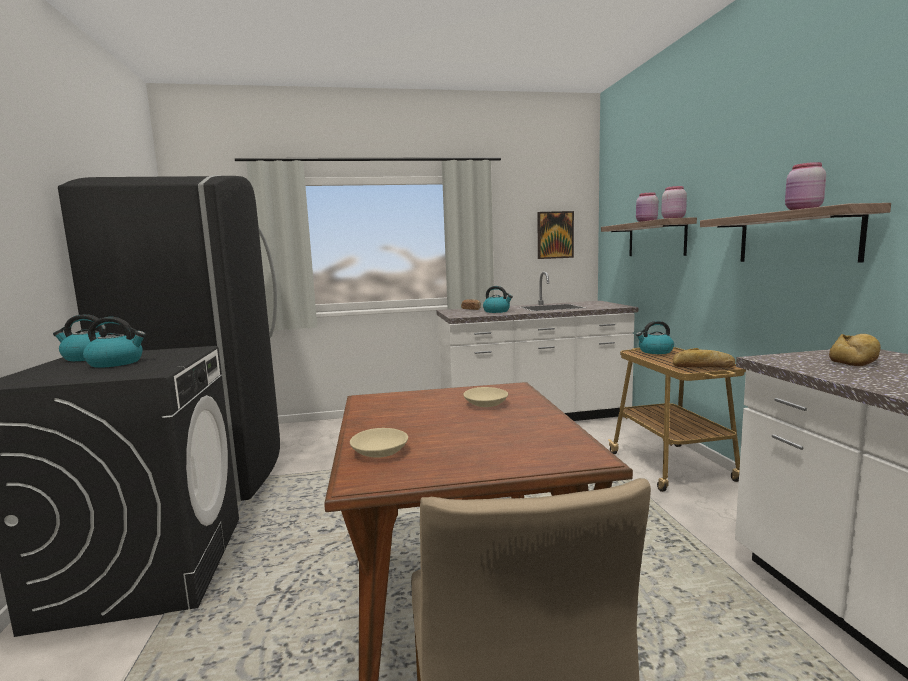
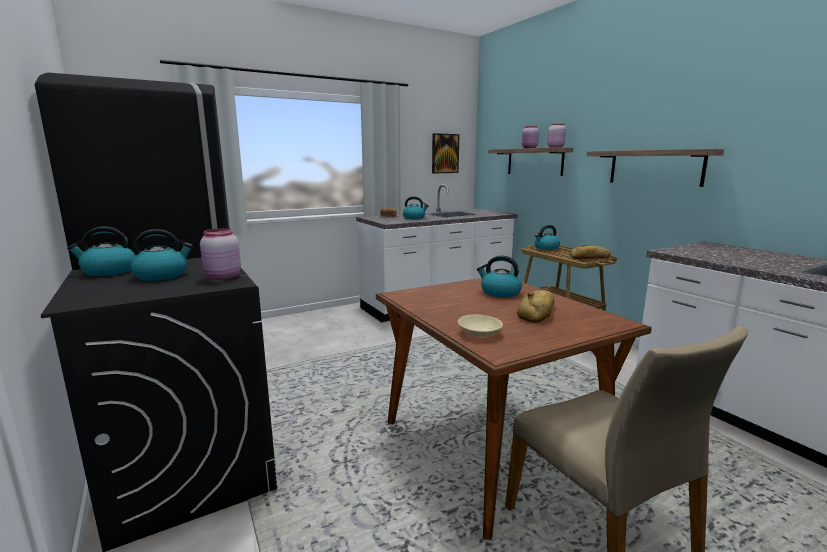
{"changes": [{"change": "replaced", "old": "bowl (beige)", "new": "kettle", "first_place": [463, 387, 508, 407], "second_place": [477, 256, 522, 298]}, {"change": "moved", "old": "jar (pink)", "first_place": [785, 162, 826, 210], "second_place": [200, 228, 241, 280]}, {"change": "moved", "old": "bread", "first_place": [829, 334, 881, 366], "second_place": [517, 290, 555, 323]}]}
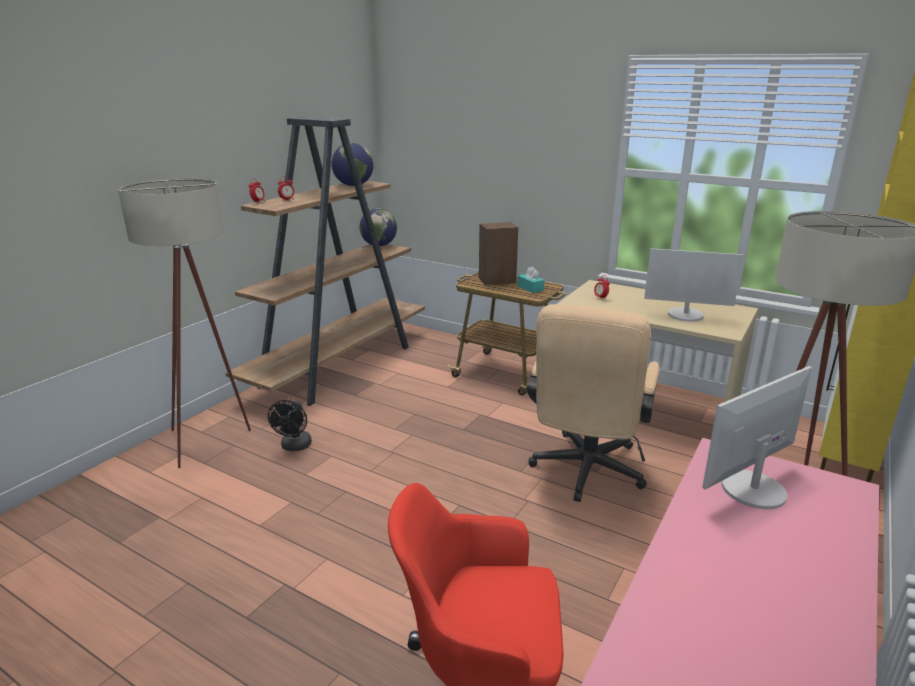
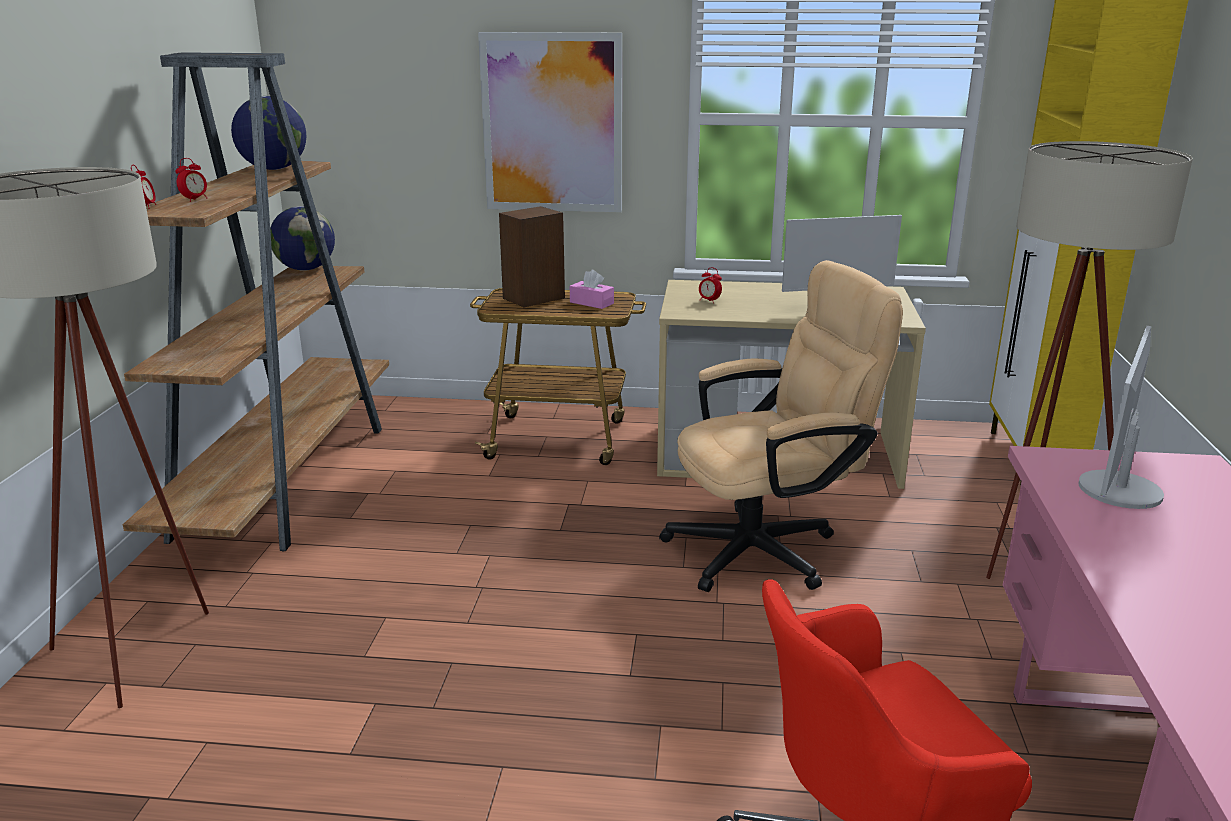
{"changes": [{"change": "removed", "old": "fan (black)", "first_place": [268, 400, 312, 451]}, {"change": "recoloured", "old": "tissue box (turquoise)", "new": "tissue box (pink)", "first_place": [517, 267, 545, 293], "second_place": [570, 269, 614, 309]}, {"change": "turned", "old": "office chair (beige)", "first_place": [527, 304, 659, 502], "second_place": [659, 260, 903, 592], "degrees": -105}, {"change": "added", "new": "picture", "second_place": [478, 32, 622, 212]}]}
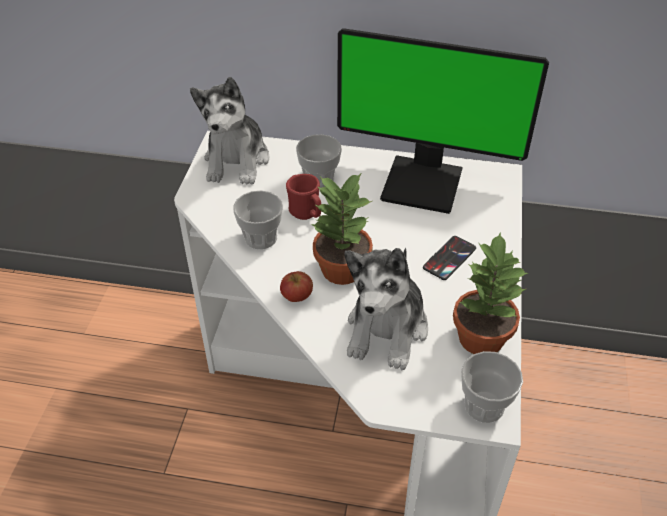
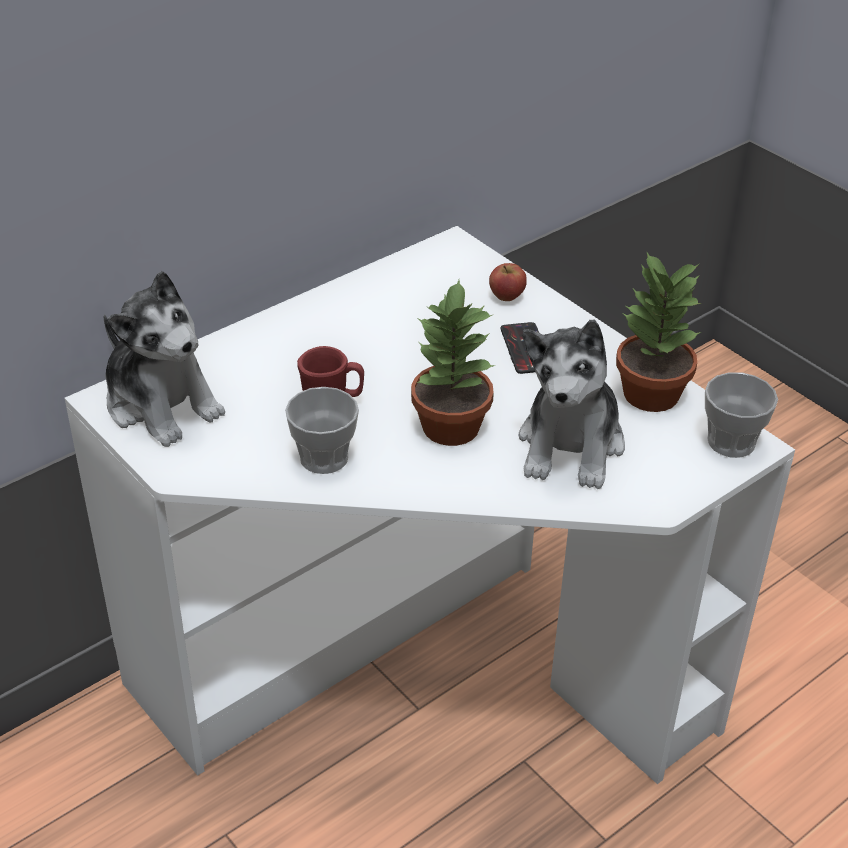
{"changes": [{"change": "moved", "old": "apple", "first_place": [280, 271, 313, 302], "second_place": [489, 263, 527, 301]}, {"change": "removed", "old": "cup", "first_place": [296, 134, 342, 188]}, {"change": "removed", "old": "monitor", "first_place": [337, 28, 549, 214]}, {"change": "turned", "old": "plush toy", "first_place": [344, 248, 428, 370], "second_place": [519, 320, 625, 489], "degrees": 45}]}
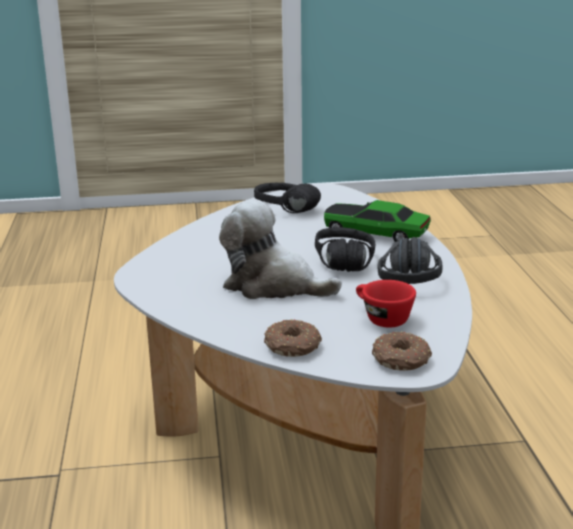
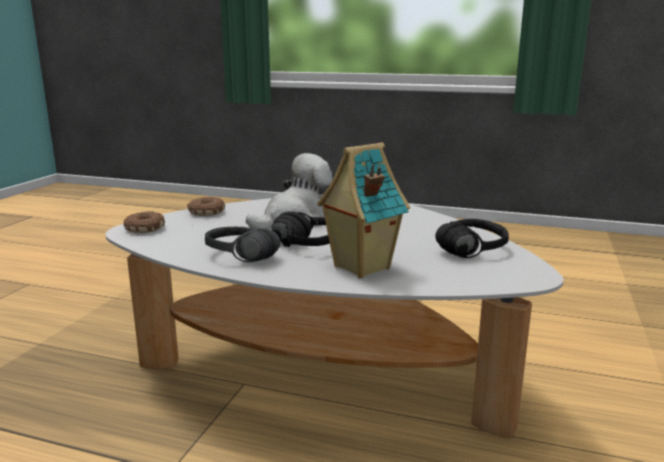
{"changes": [{"change": "replaced", "old": "toy car", "new": "toy house", "first_place": [324, 200, 431, 242], "second_place": [317, 142, 410, 278]}, {"change": "removed", "old": "cup (red)", "first_place": [356, 280, 416, 328]}]}
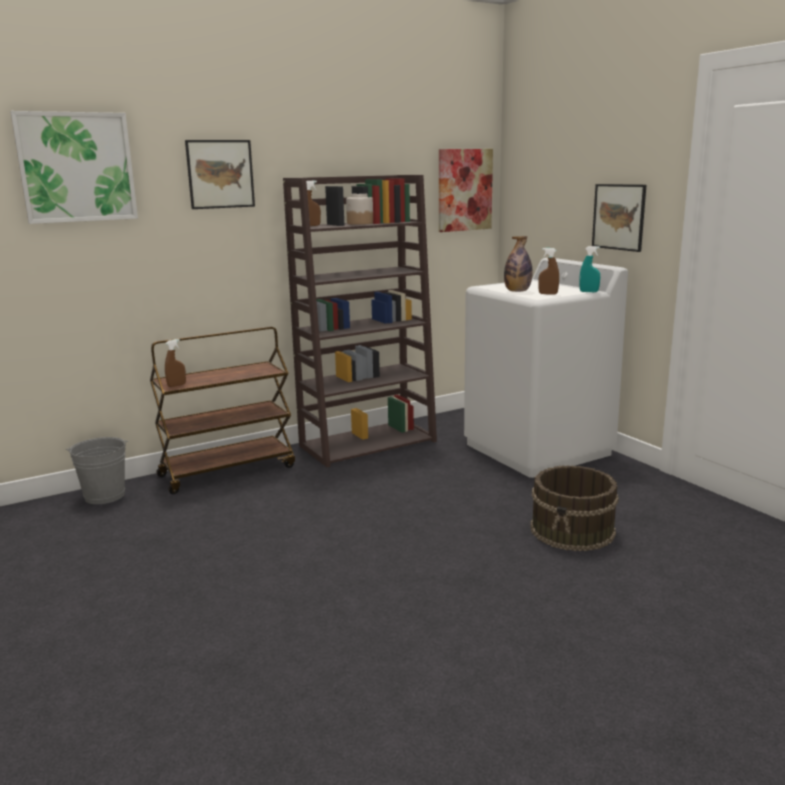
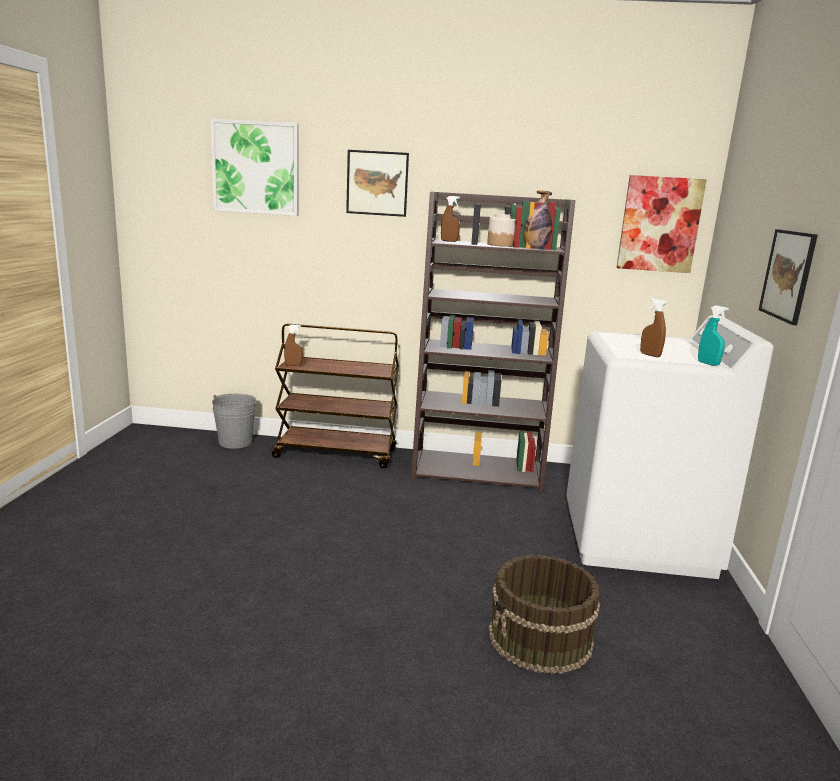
{"changes": [{"change": "moved", "old": "bottle", "first_place": [504, 236, 533, 292], "second_place": [523, 191, 552, 248]}]}
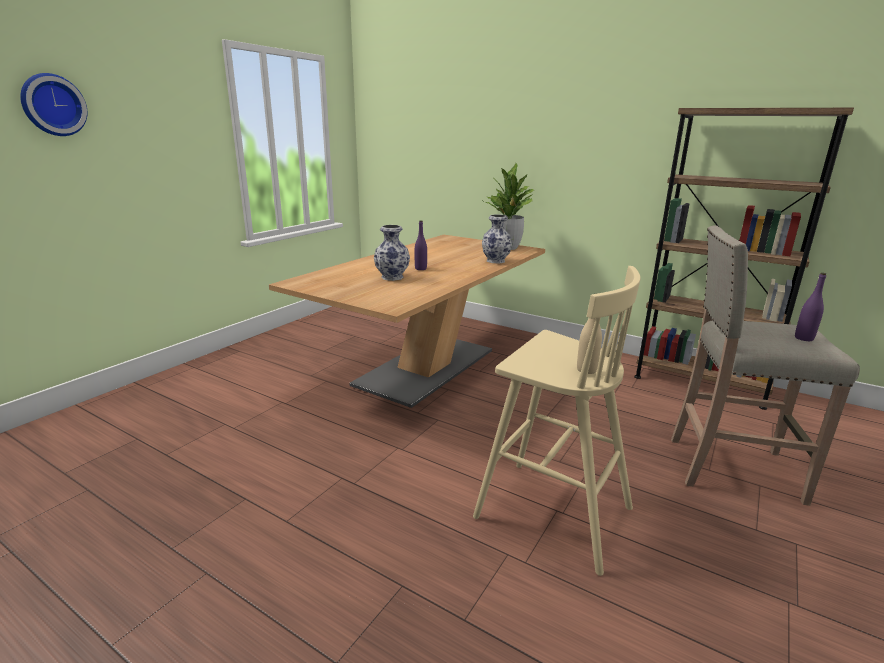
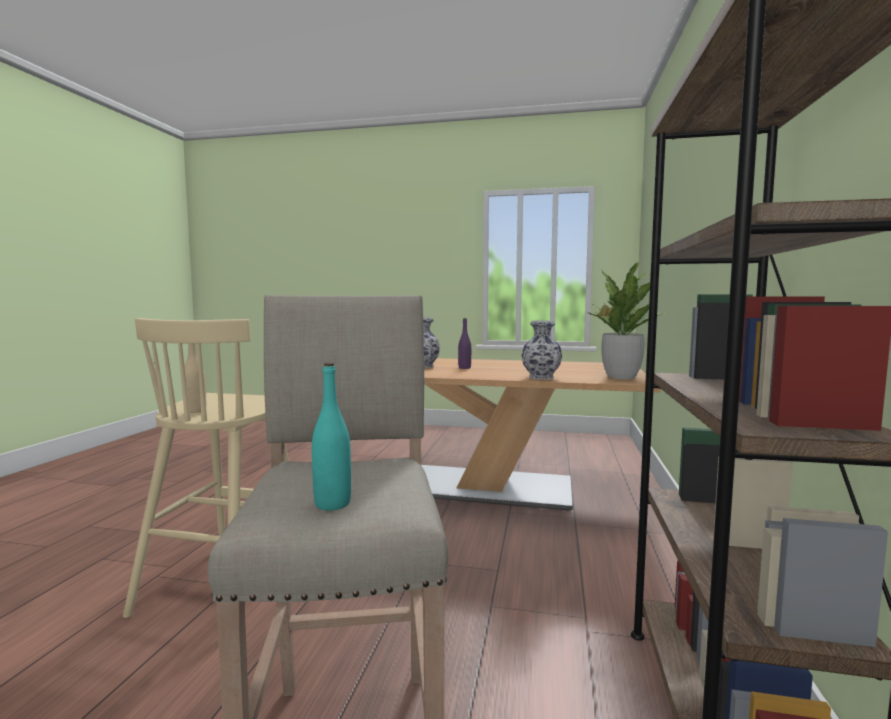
{"changes": [{"change": "removed", "old": "wall clock", "first_place": [20, 73, 88, 136]}, {"change": "recoloured", "old": "bottle (purple)", "new": "bottle (turquoise)", "first_place": [795, 273, 826, 341], "second_place": [312, 363, 351, 510]}]}
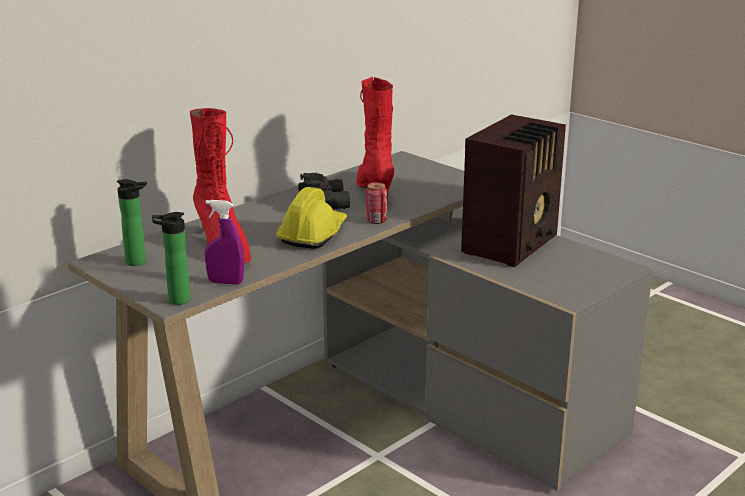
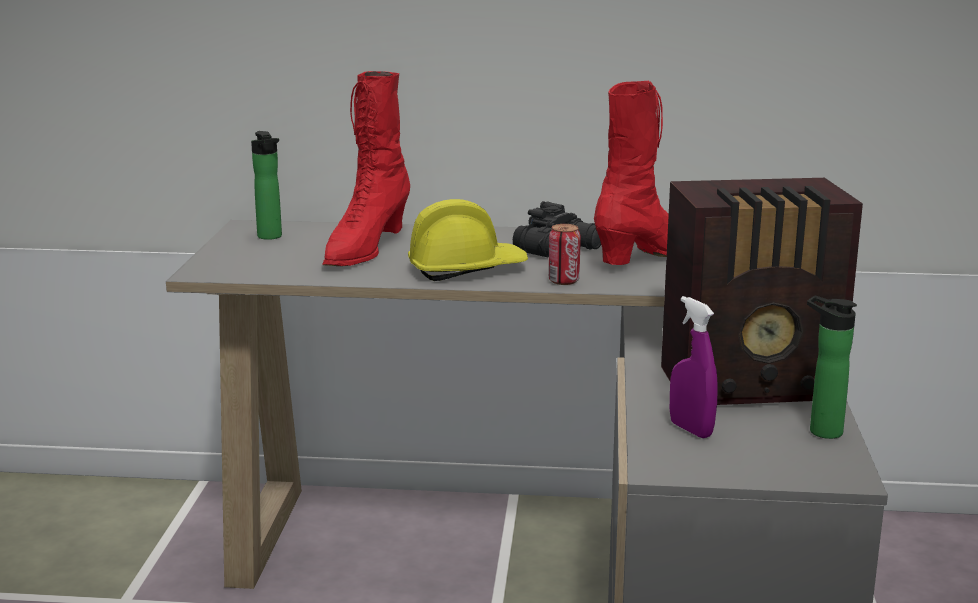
{"changes": [{"change": "moved", "old": "bottle", "first_place": [152, 212, 190, 305], "second_place": [807, 296, 857, 439]}, {"change": "moved", "old": "spray bottle (purple)", "first_place": [205, 200, 244, 284], "second_place": [670, 296, 718, 438]}]}
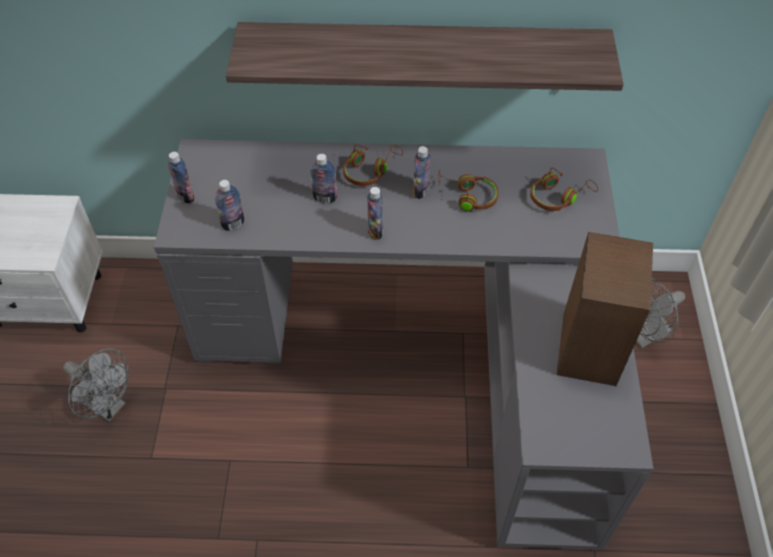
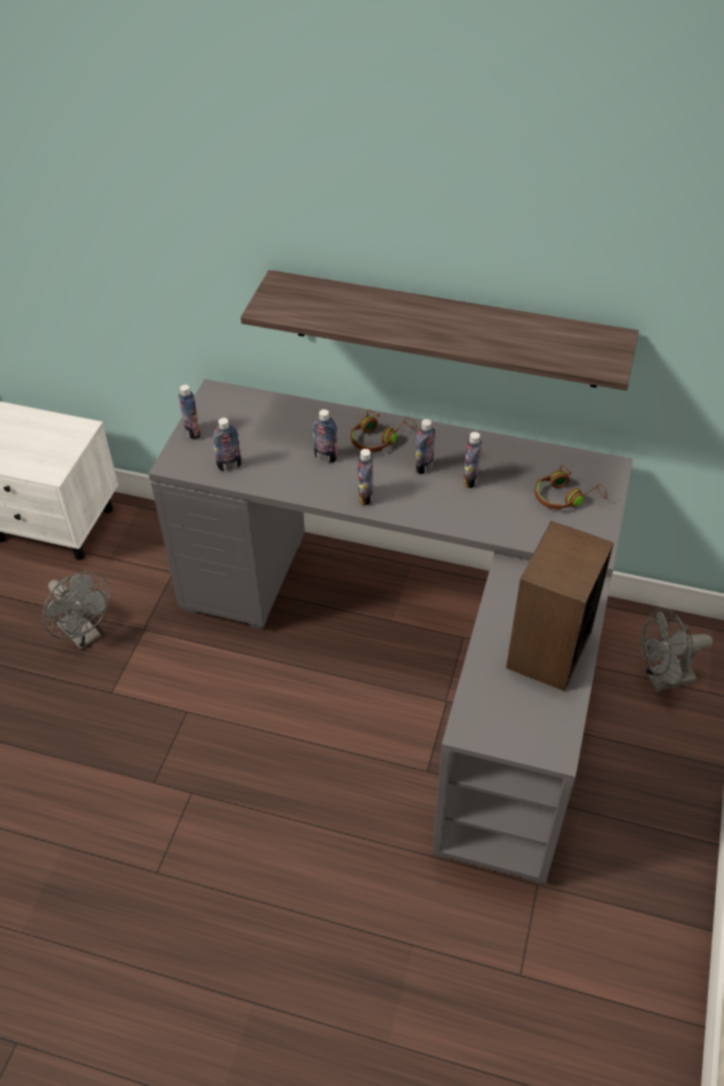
{"changes": [{"change": "replaced", "old": "headphones (brown)", "new": "bottle", "first_place": [439, 170, 498, 211], "second_place": [463, 432, 482, 488]}]}
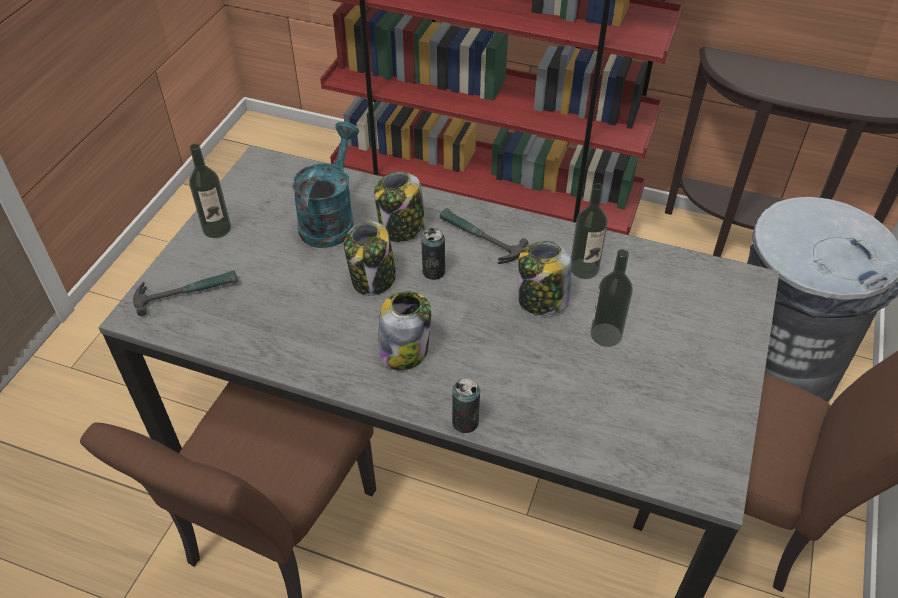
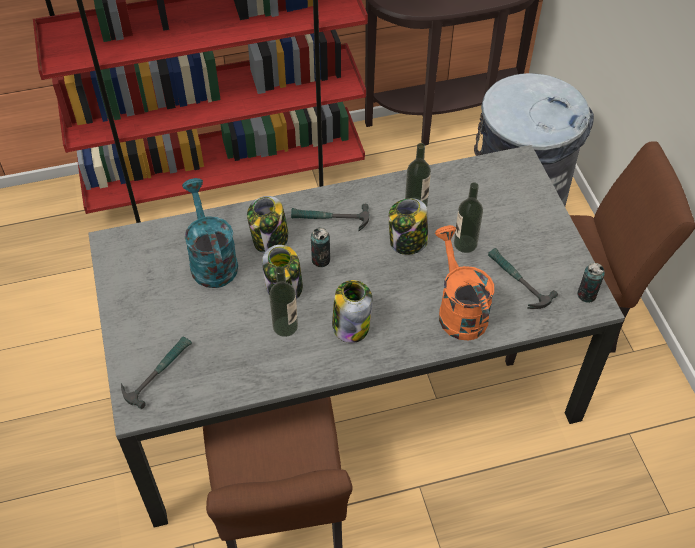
{"changes": [{"change": "moved", "old": "bottle", "first_place": [189, 144, 231, 238], "second_place": [269, 267, 298, 337]}, {"change": "moved", "old": "can", "first_place": [452, 377, 480, 433], "second_place": [577, 263, 605, 303]}, {"change": "added", "new": "watering can (orange)", "second_place": [435, 225, 494, 341]}, {"change": "added", "new": "hammer", "second_place": [488, 248, 558, 309]}]}
